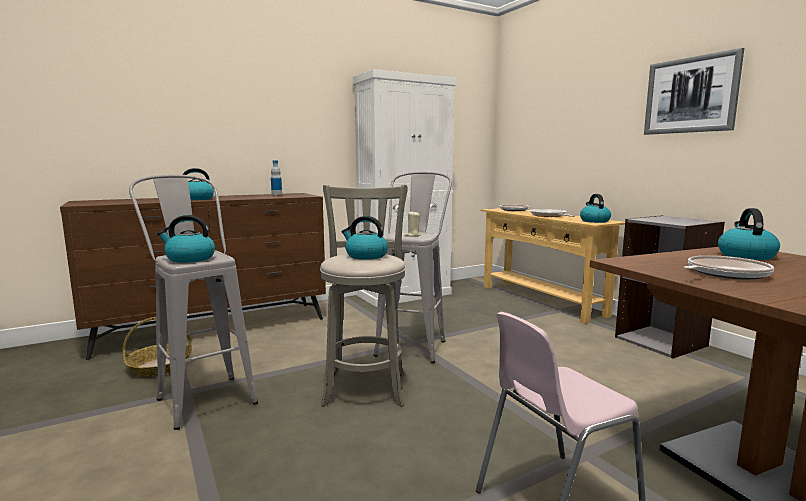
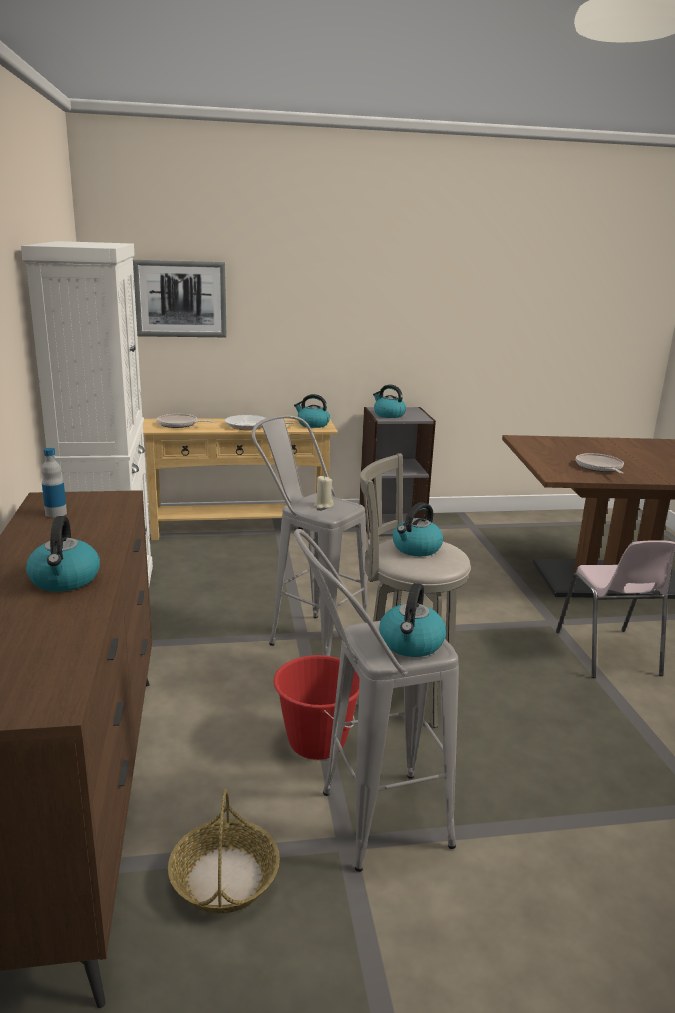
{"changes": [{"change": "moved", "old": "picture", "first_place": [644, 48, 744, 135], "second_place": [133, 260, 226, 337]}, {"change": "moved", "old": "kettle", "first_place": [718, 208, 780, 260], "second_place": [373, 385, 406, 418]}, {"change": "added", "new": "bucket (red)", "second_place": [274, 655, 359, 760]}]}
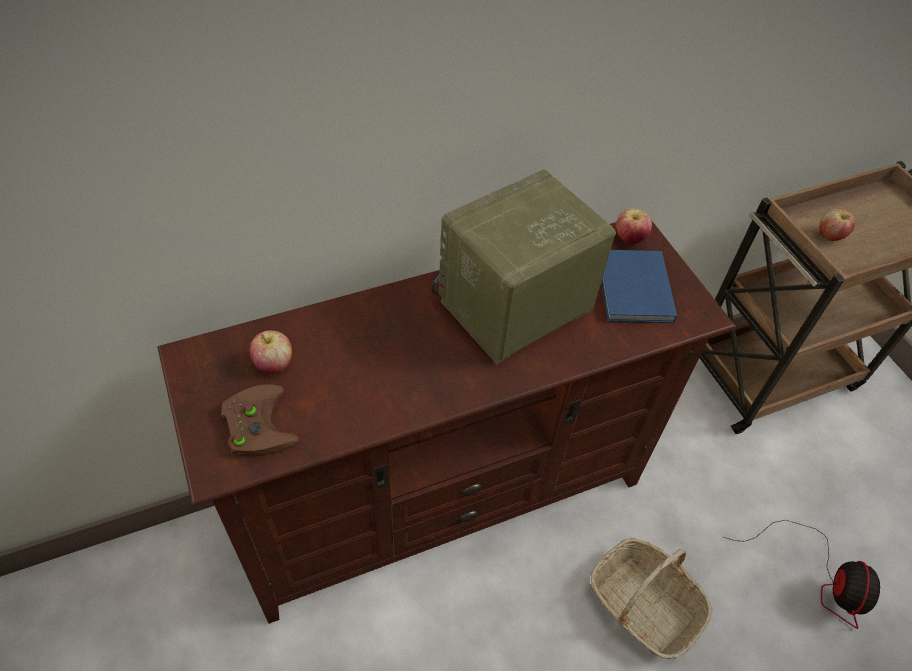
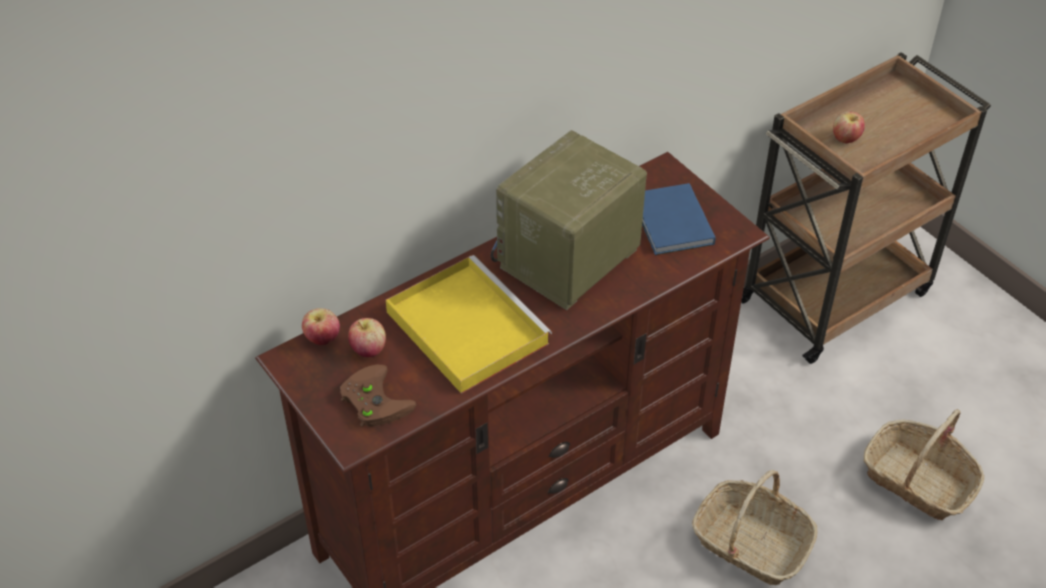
{"changes": [{"change": "moved", "old": "apple", "first_place": [616, 208, 652, 244], "second_place": [302, 308, 340, 345]}, {"change": "replaced", "old": "fan", "new": "basket", "first_place": [724, 520, 880, 629], "second_place": [863, 409, 984, 520]}, {"change": "added", "new": "tray (yellow)", "second_place": [386, 255, 552, 394]}]}
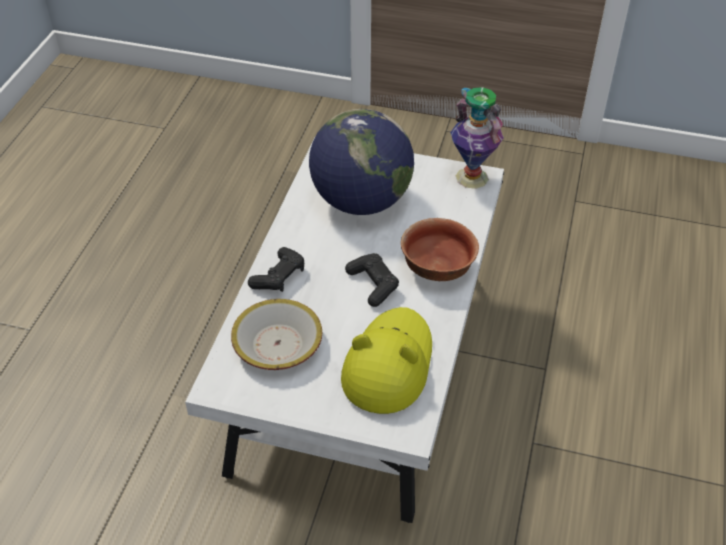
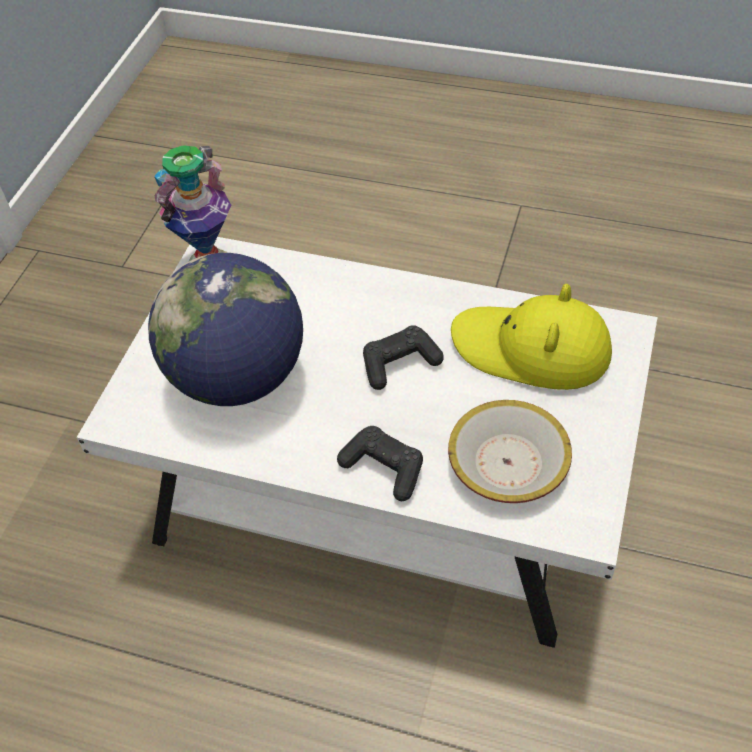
{"changes": [{"change": "removed", "old": "bowl", "first_place": [401, 218, 479, 281]}]}
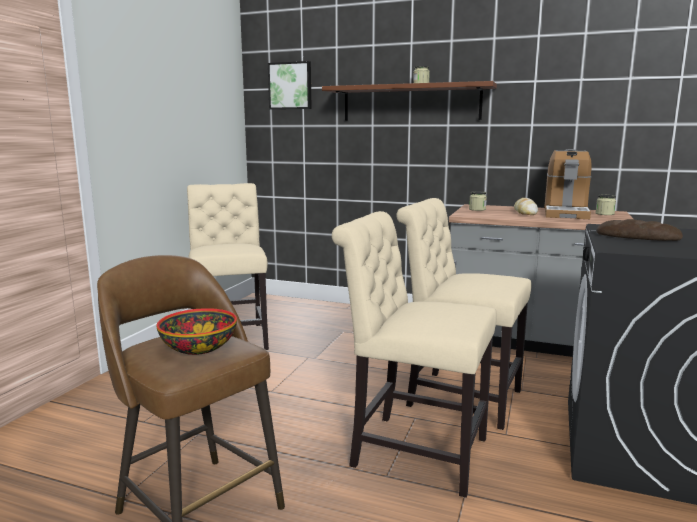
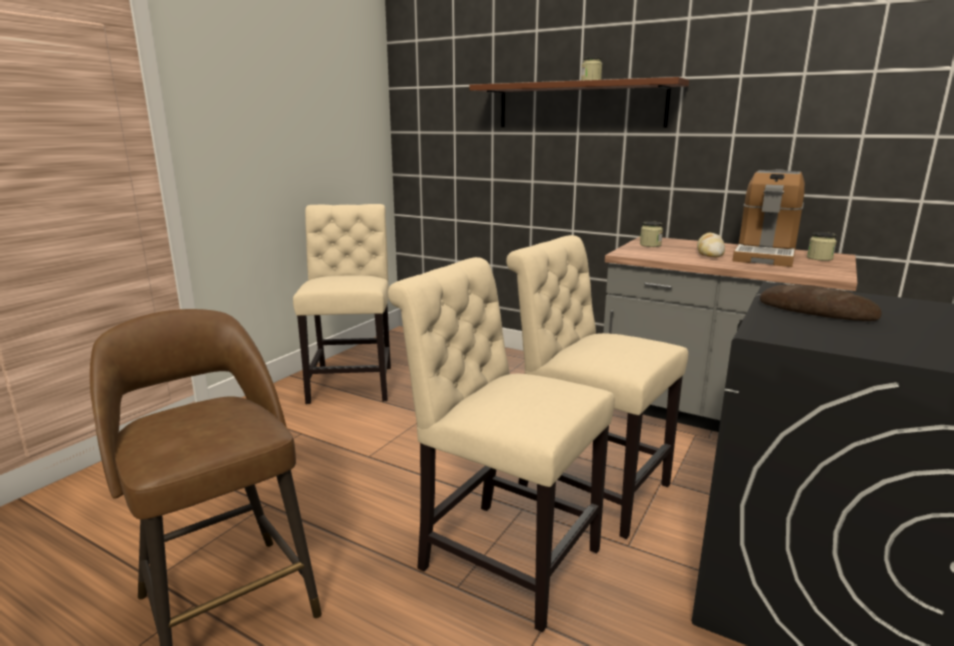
{"changes": [{"change": "removed", "old": "bowl", "first_place": [156, 308, 237, 355]}, {"change": "removed", "old": "picture", "first_place": [268, 61, 312, 110]}]}
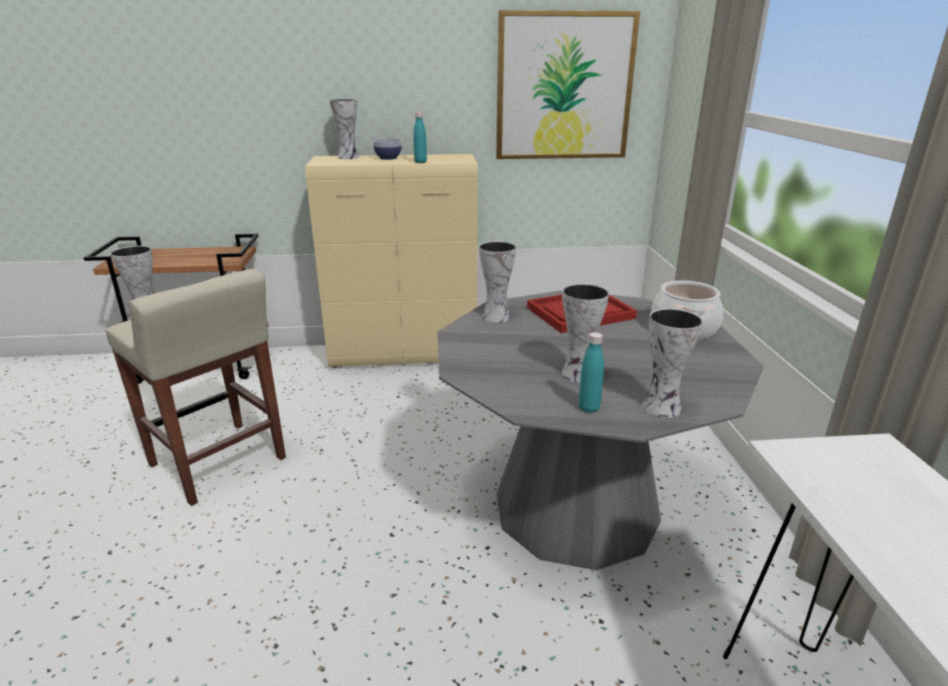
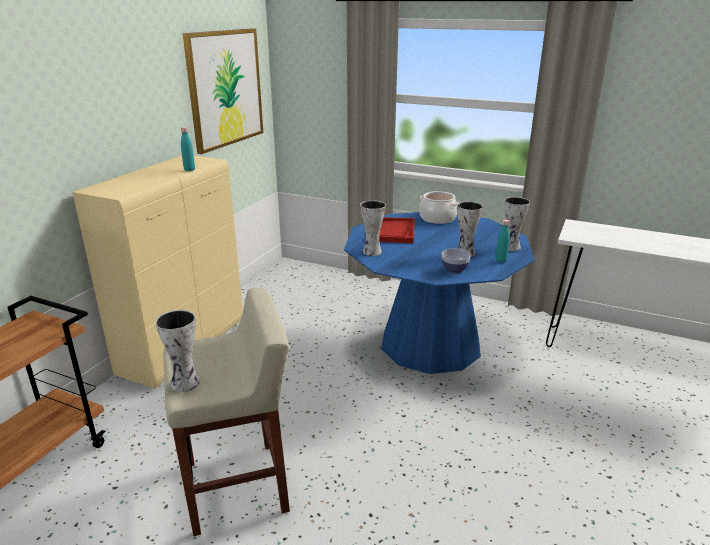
{"changes": [{"change": "removed", "old": "vase", "first_place": [330, 99, 359, 159]}, {"change": "moved", "old": "bowl", "first_place": [373, 138, 402, 160], "second_place": [441, 249, 471, 273]}, {"change": "recoloured", "old": "dining table (grey)", "new": "dining table (blue)", "first_place": [437, 291, 764, 570], "second_place": [344, 212, 535, 374]}]}
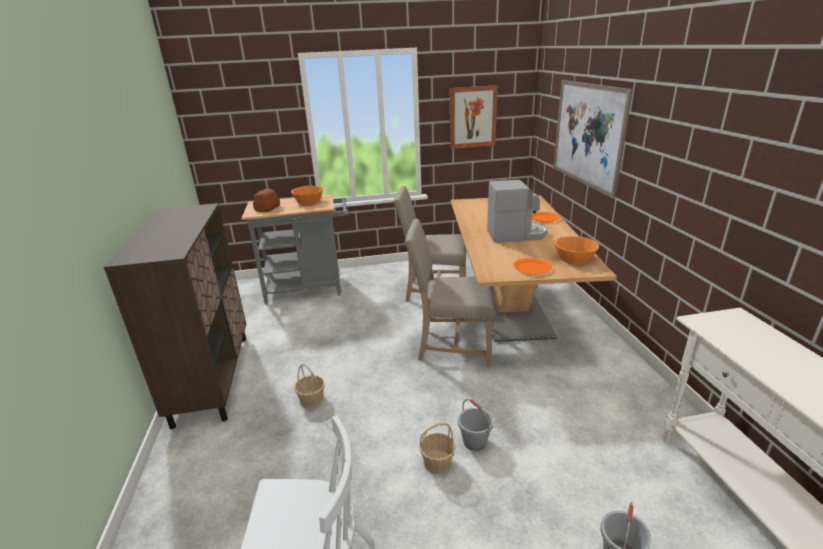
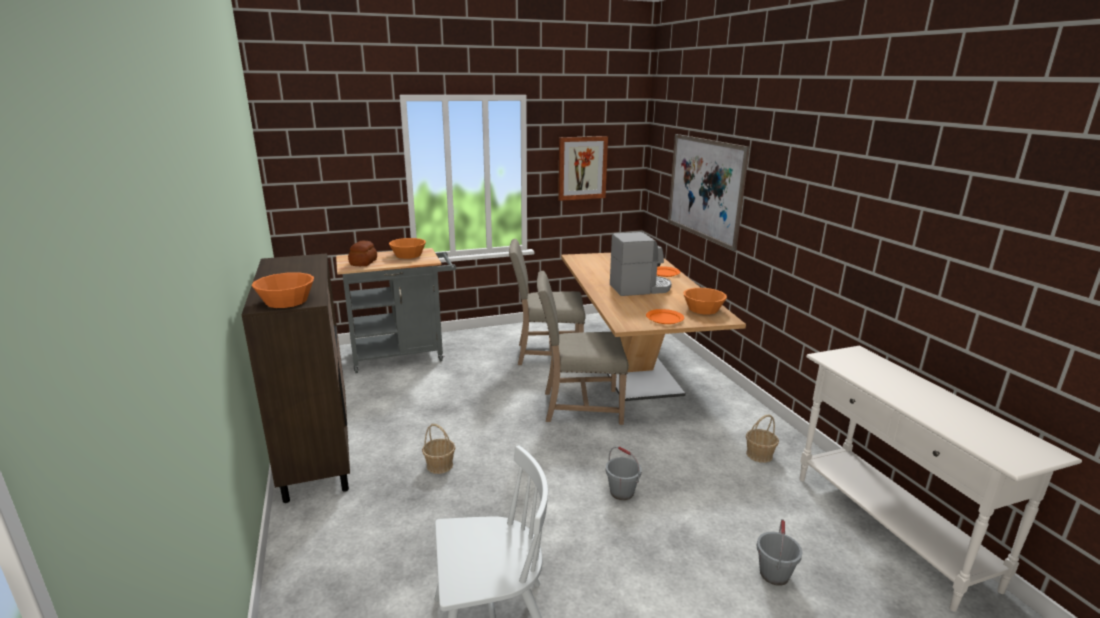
{"changes": [{"change": "moved", "old": "basket", "first_place": [419, 422, 456, 475], "second_place": [746, 415, 779, 463]}, {"change": "added", "new": "bowl (orange)", "second_place": [252, 272, 314, 308]}]}
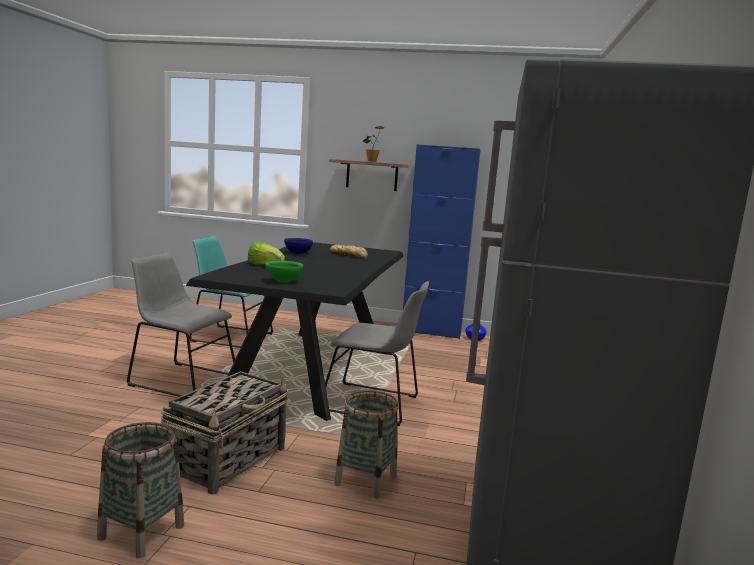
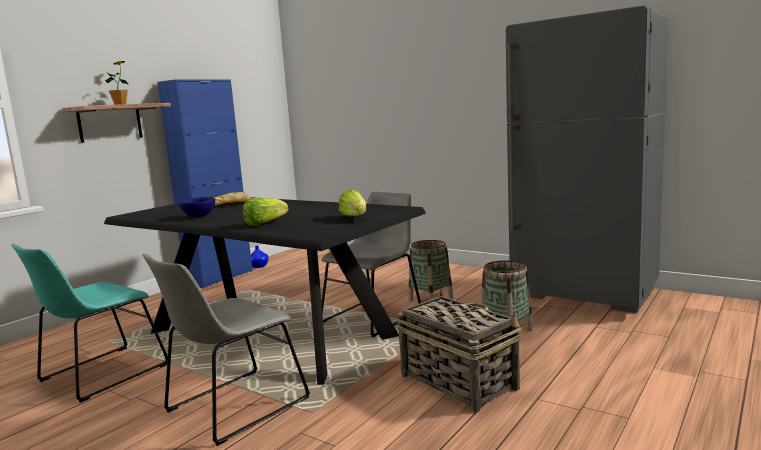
{"changes": [{"change": "moved", "old": "basket", "first_place": [97, 422, 184, 558], "second_place": [409, 240, 453, 301]}, {"change": "replaced", "old": "bowl (green)", "new": "lettuce", "first_place": [265, 261, 303, 283], "second_place": [339, 189, 366, 216]}]}
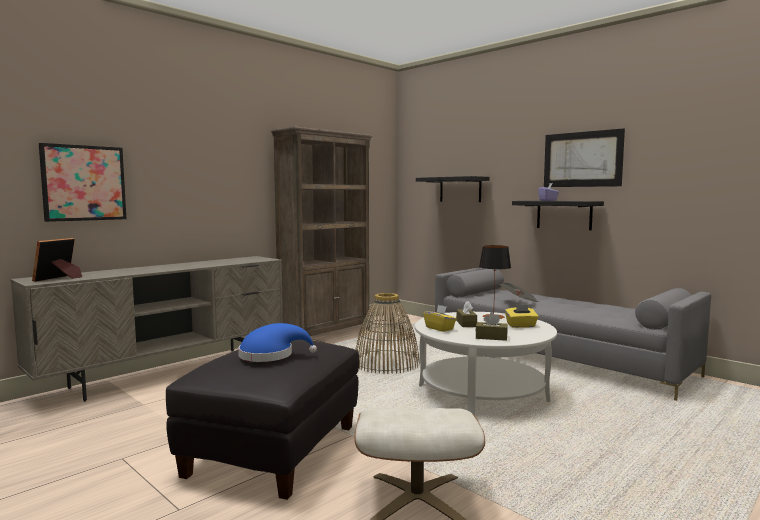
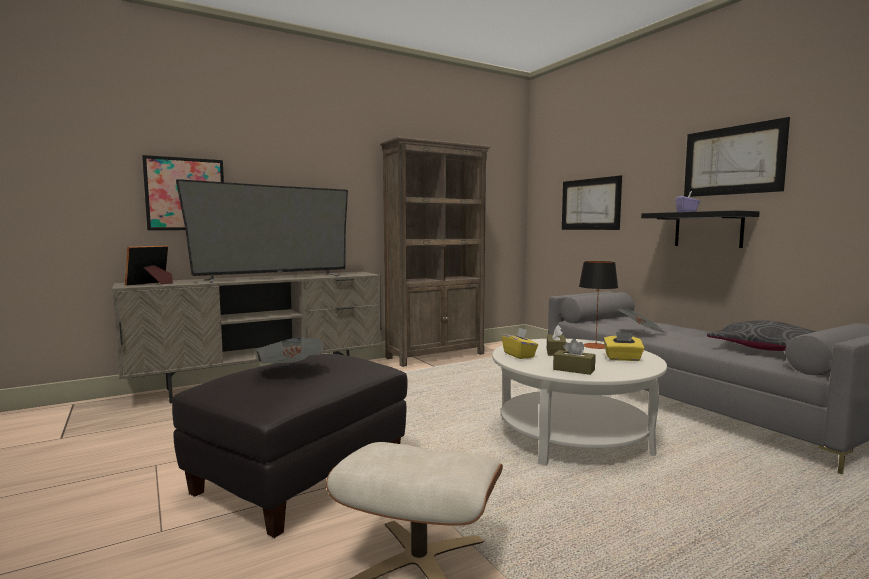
{"changes": [{"change": "replaced", "old": "hat (blue)", "new": "newspaper", "first_place": [238, 323, 317, 362], "second_place": [253, 337, 326, 364]}, {"change": "removed", "old": "basket", "first_place": [355, 293, 420, 374]}, {"change": "replaced", "old": "shelf (black)", "new": "picture", "first_place": [416, 176, 490, 202], "second_place": [562, 175, 622, 230]}, {"change": "added", "new": "television", "second_place": [176, 179, 348, 283]}, {"change": "added", "new": "pillow (grey)", "second_place": [707, 320, 817, 351]}]}
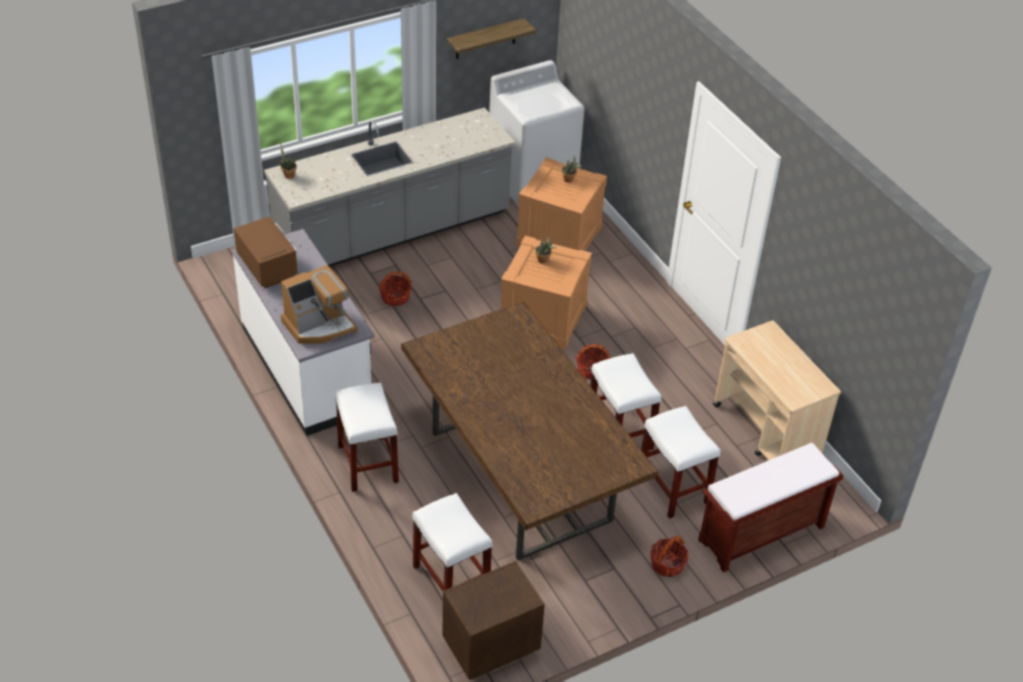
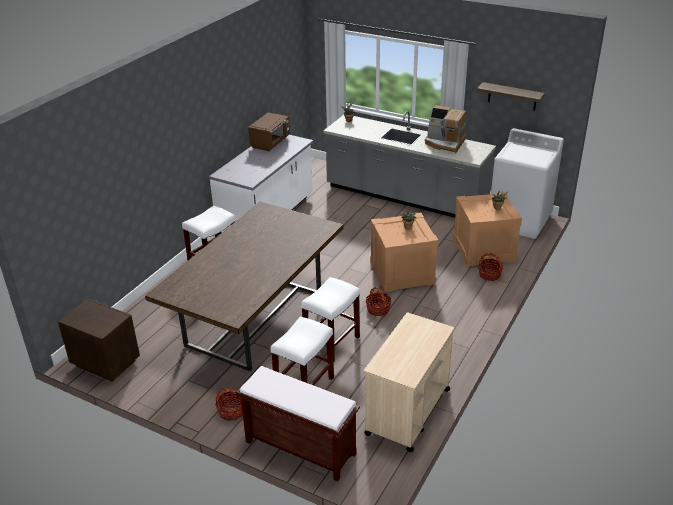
{"changes": [{"change": "moved", "old": "coffee machine", "first_place": [281, 265, 358, 344], "second_place": [425, 105, 466, 153]}, {"change": "moved", "old": "basket", "first_place": [379, 271, 412, 306], "second_place": [478, 253, 503, 281]}, {"change": "removed", "old": "stool (white)", "first_place": [412, 493, 493, 591]}]}
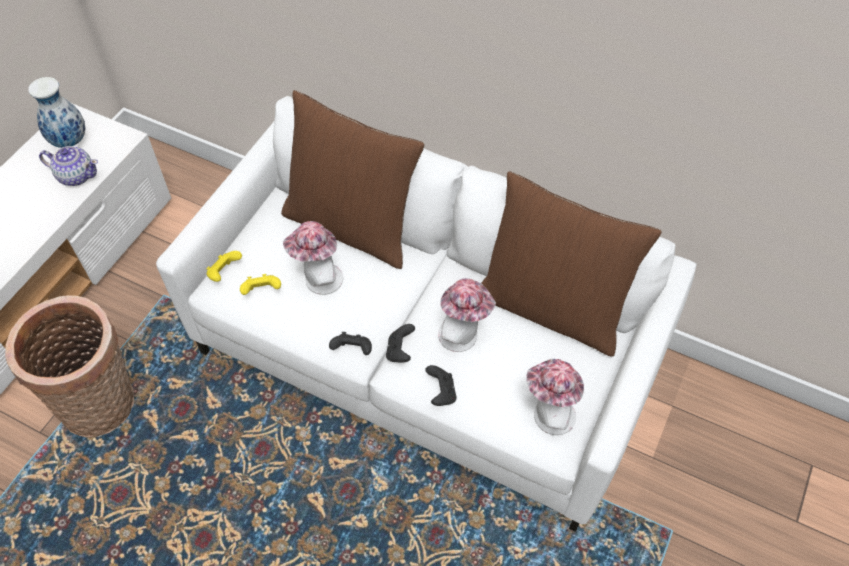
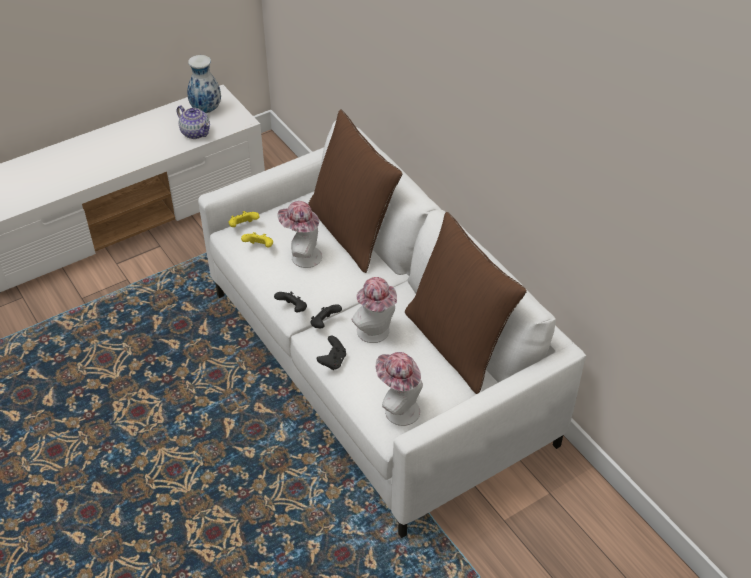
{"changes": [{"change": "removed", "old": "basket", "first_place": [5, 295, 134, 438]}]}
